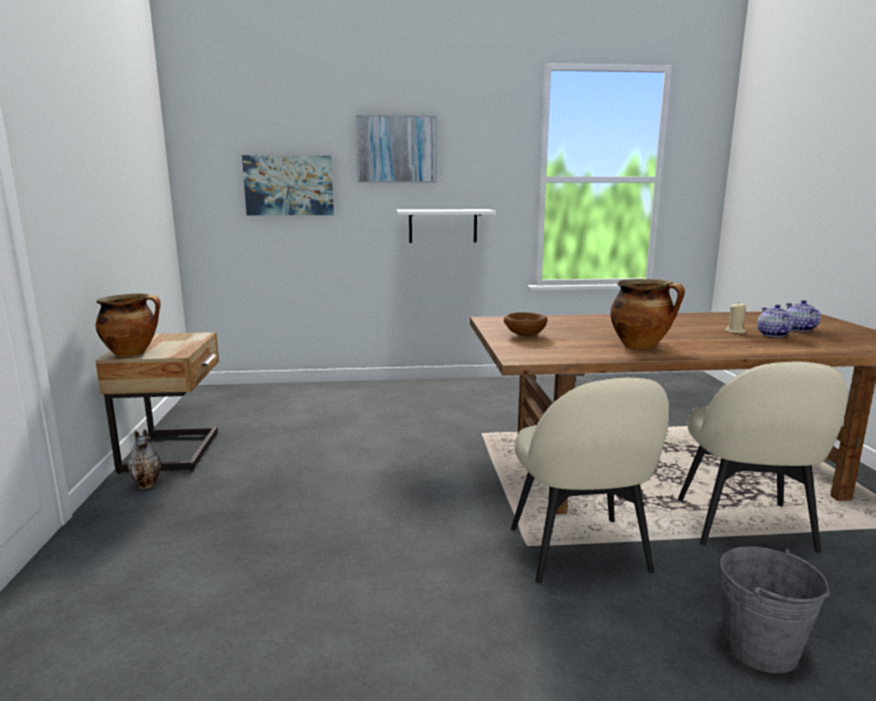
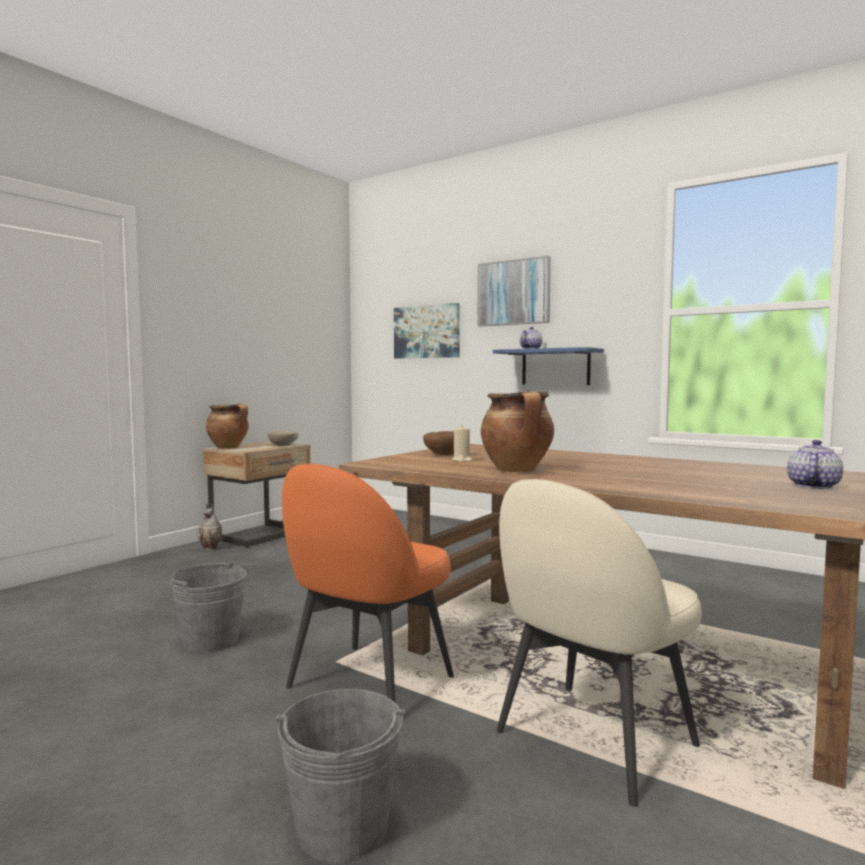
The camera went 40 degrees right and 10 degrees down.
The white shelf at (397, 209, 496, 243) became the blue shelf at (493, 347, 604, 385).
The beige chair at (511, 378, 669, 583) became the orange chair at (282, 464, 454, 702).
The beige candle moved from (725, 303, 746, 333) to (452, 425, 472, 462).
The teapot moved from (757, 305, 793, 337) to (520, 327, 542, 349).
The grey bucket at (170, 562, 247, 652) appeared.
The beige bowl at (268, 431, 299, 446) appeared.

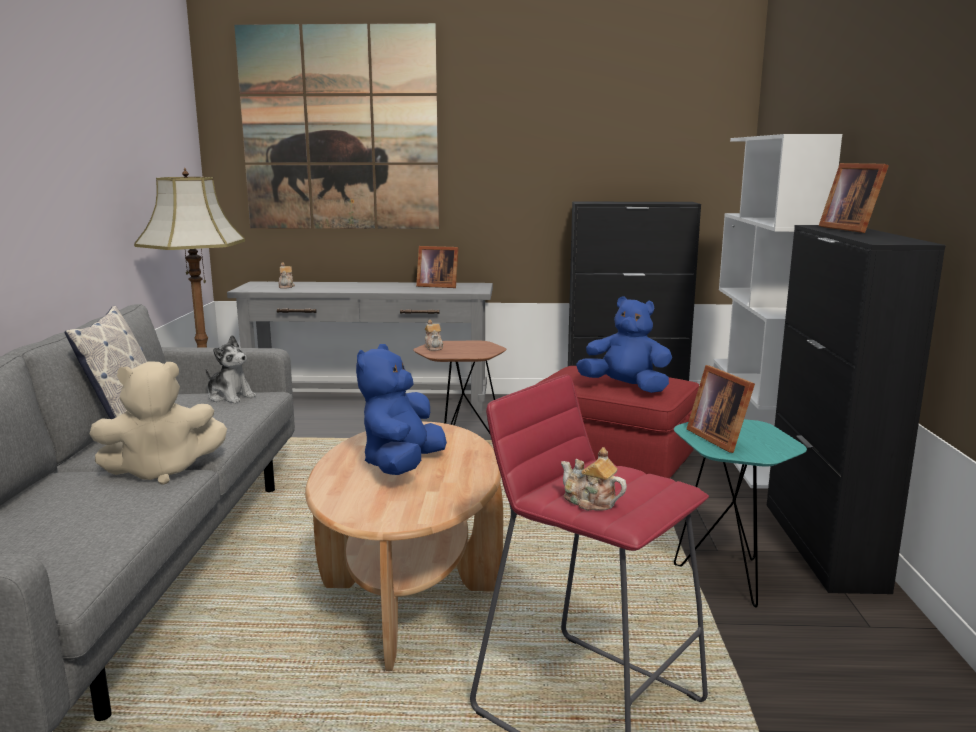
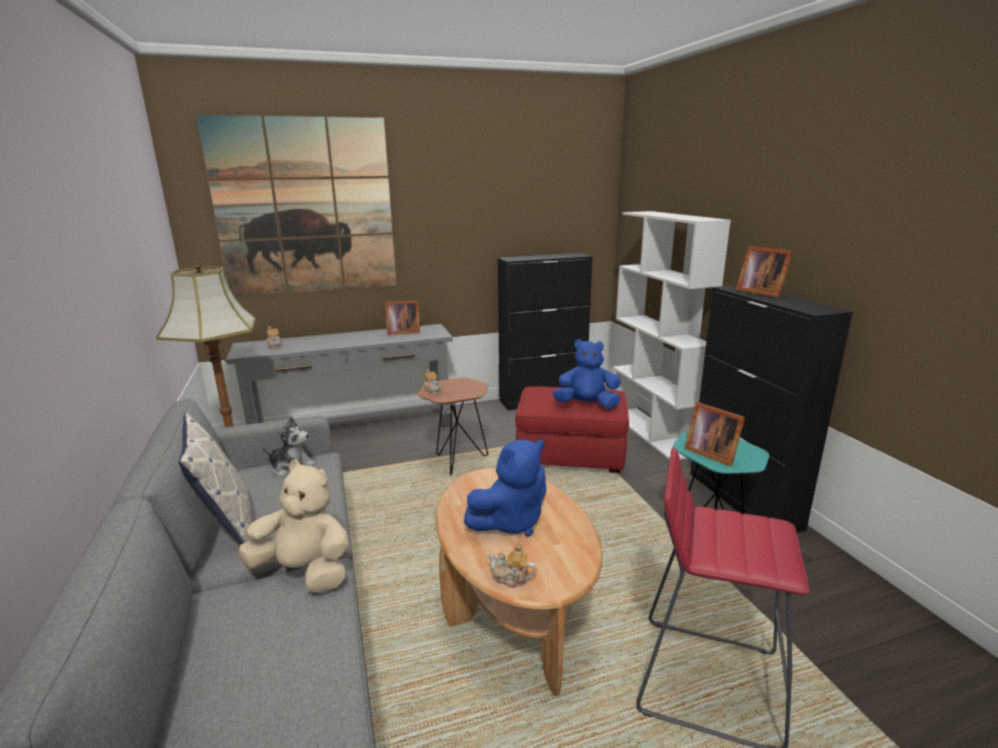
The camera went 20 degrees left and 5 degrees up.
The beige plush toy at (90, 362, 227, 485) turned 120 degrees counterclockwise.
The blue plush toy at (356, 344, 447, 475) turned 120 degrees counterclockwise.
The teapot moved from (561, 447, 627, 511) to (488, 544, 537, 588).

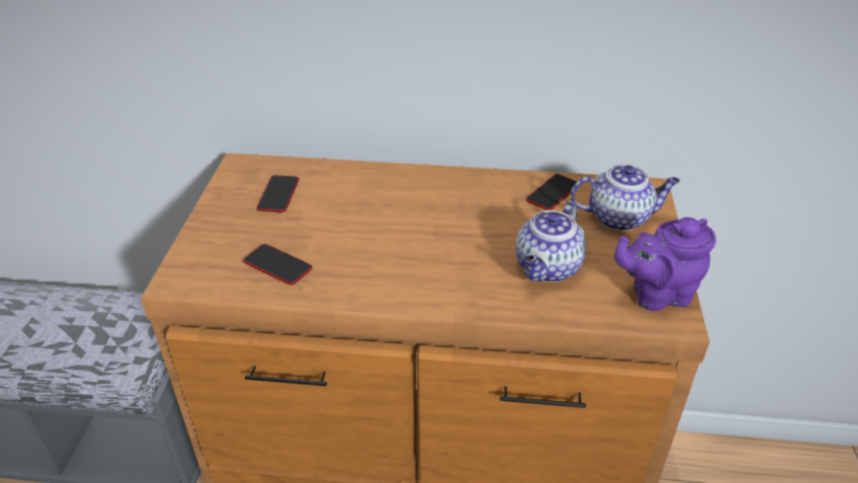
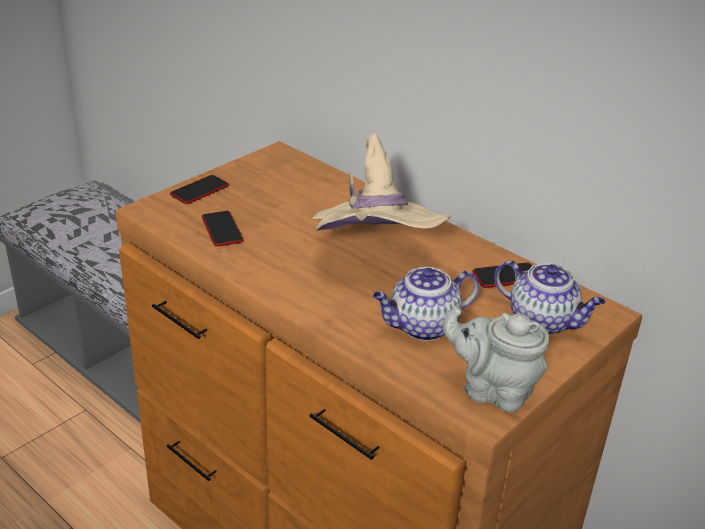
The camera went 35 degrees right and 5 degrees down.
The phone moved from (257, 175, 299, 212) to (170, 175, 229, 204).
The purple teapot at (614, 217, 716, 311) became the grey teapot at (442, 306, 549, 413).
The beige hat at (312, 133, 451, 231) appeared.

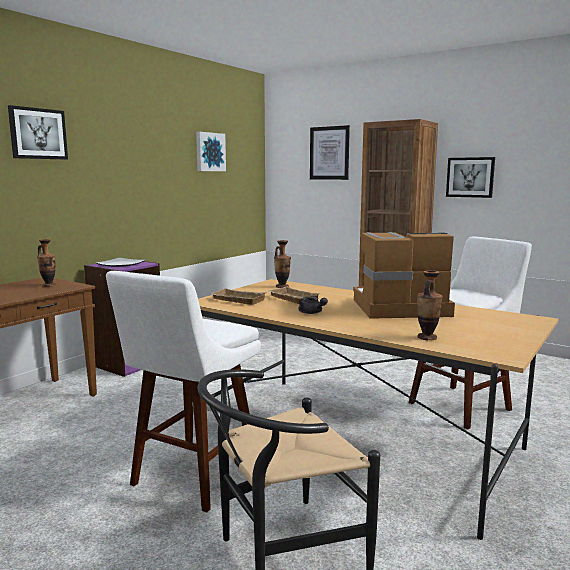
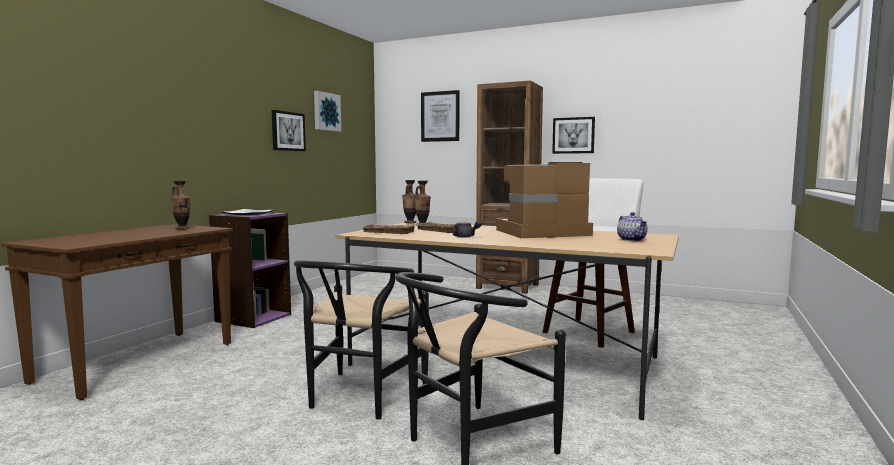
The camera went 10 degrees left and 5 degrees down.
The picture moved from (8, 105, 68, 160) to (272, 110, 306, 151).
The white stool at (106, 271, 261, 513) was replaced by the black chair at (294, 260, 429, 419).
The vase moved from (417, 270, 442, 340) to (402, 180, 416, 223).
The teapot at (617, 212, 647, 241) appeared.

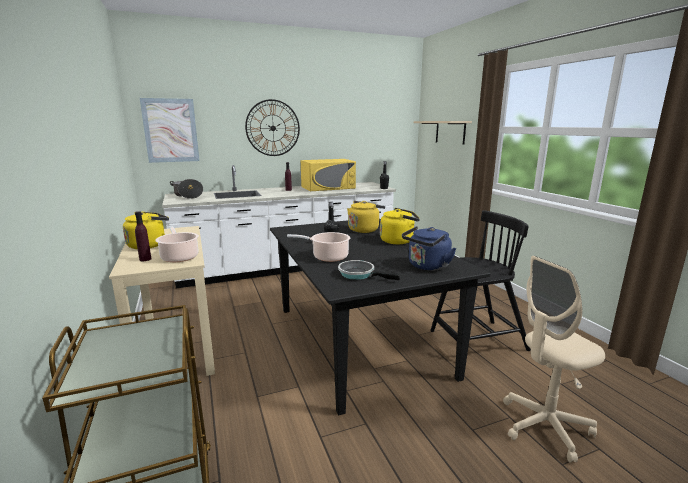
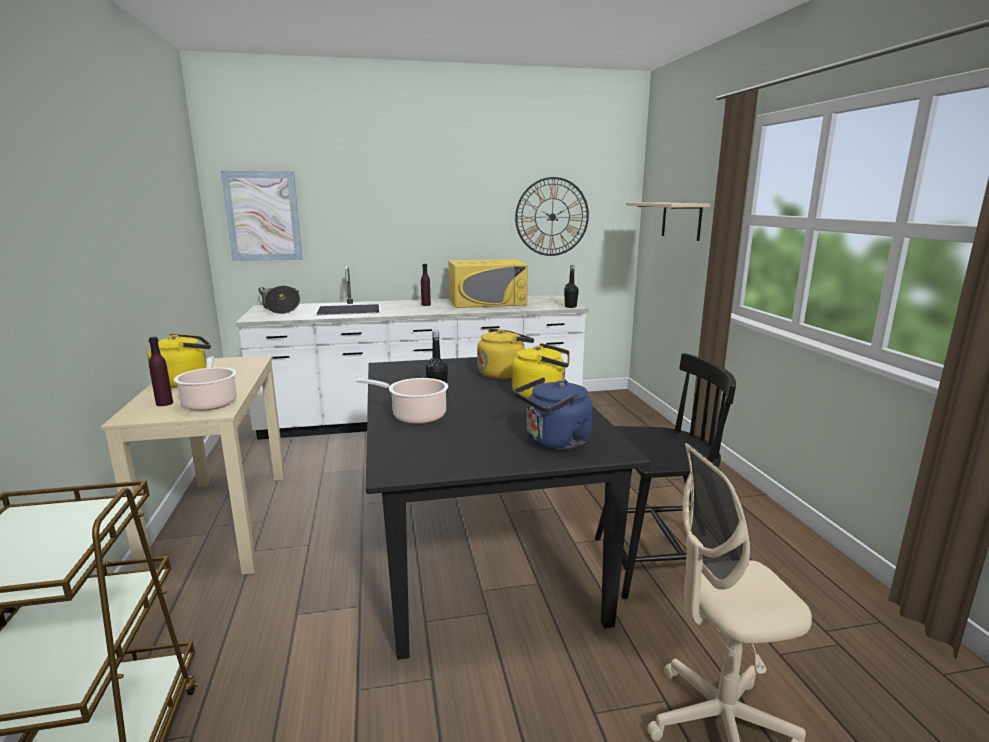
The camera went 10 degrees right and 0 degrees up.
The wall clock moved from (245, 99, 300, 156) to (515, 177, 589, 256).
The frying pan at (338, 260, 400, 281) disappeared.

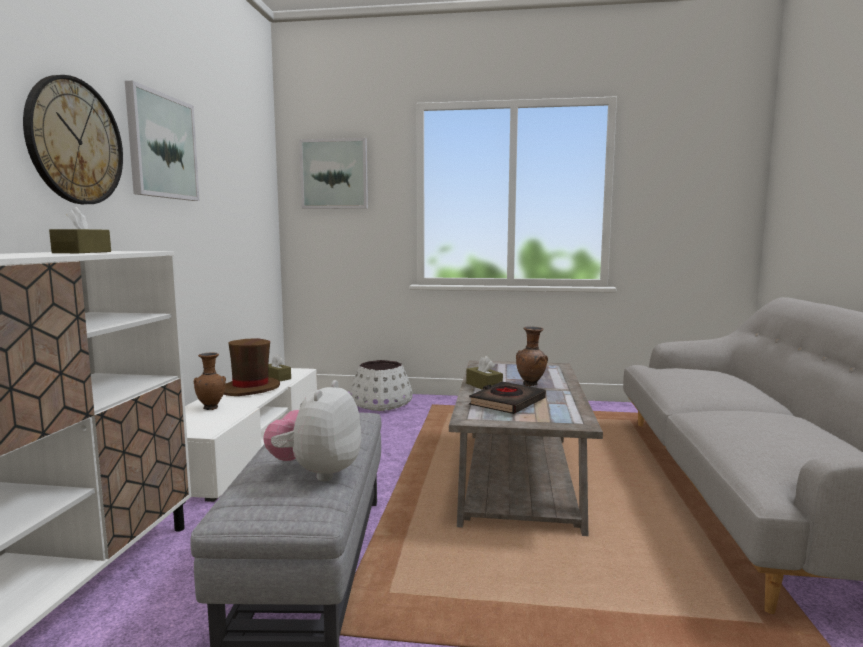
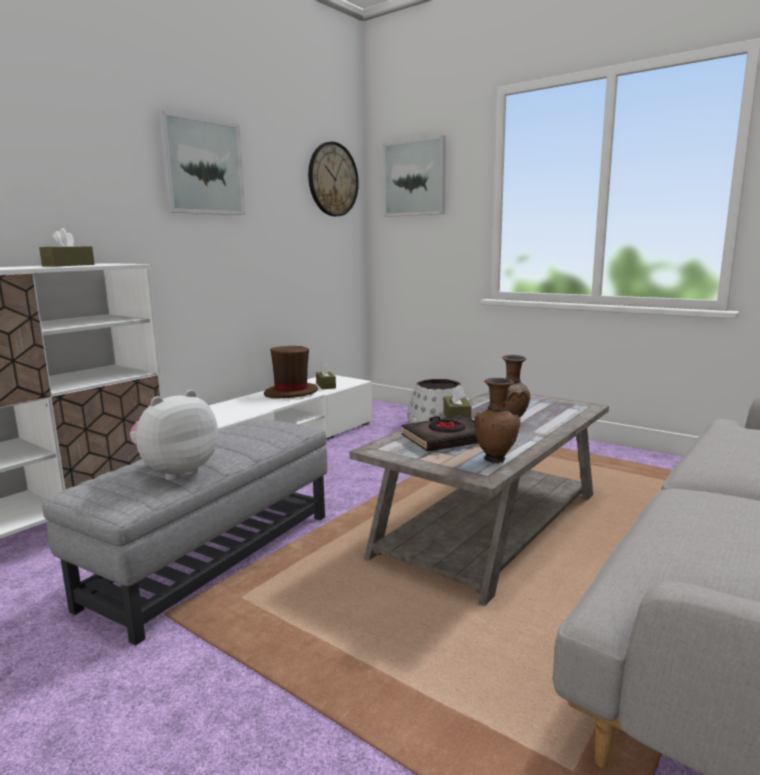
The camera went 30 degrees right and 5 degrees up.
The wall clock moved from (23, 75, 123, 204) to (308, 142, 359, 216).
The brown vase moved from (194, 353, 226, 410) to (475, 378, 520, 464).

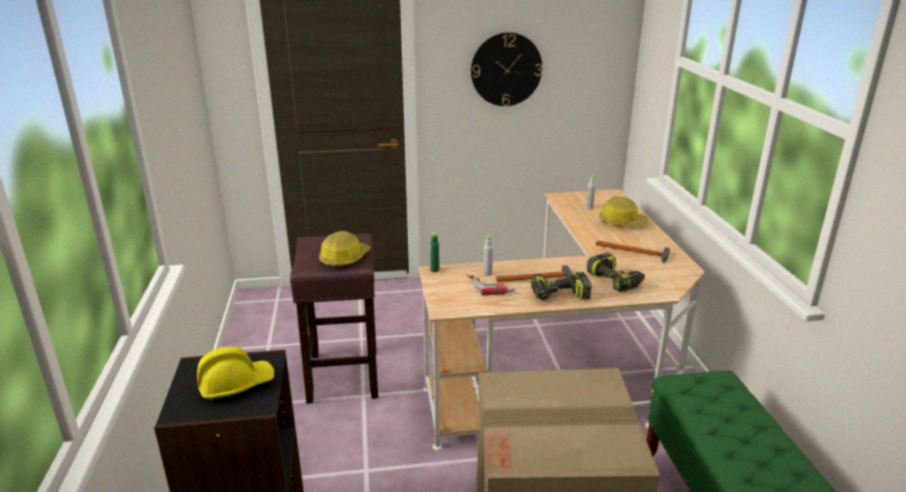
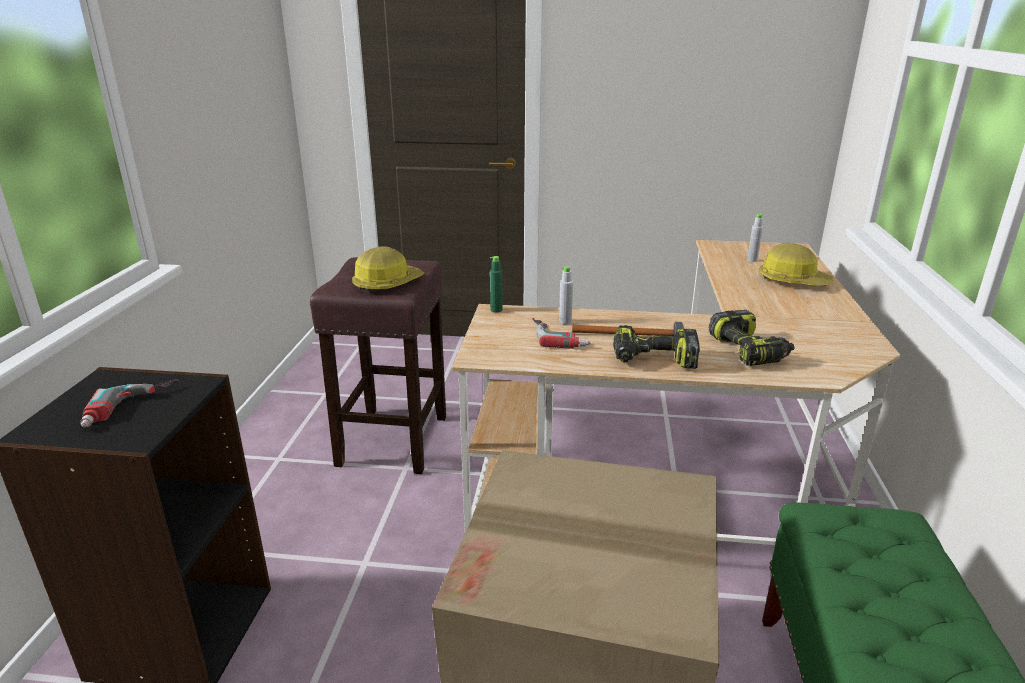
The camera went 15 degrees right and 0 degrees up.
The yellow hard hat at (197, 346, 274, 402) was replaced by the power drill at (80, 380, 179, 428).
The wall clock at (471, 32, 542, 106) disappeared.
The hammer at (596, 240, 670, 263) disappeared.

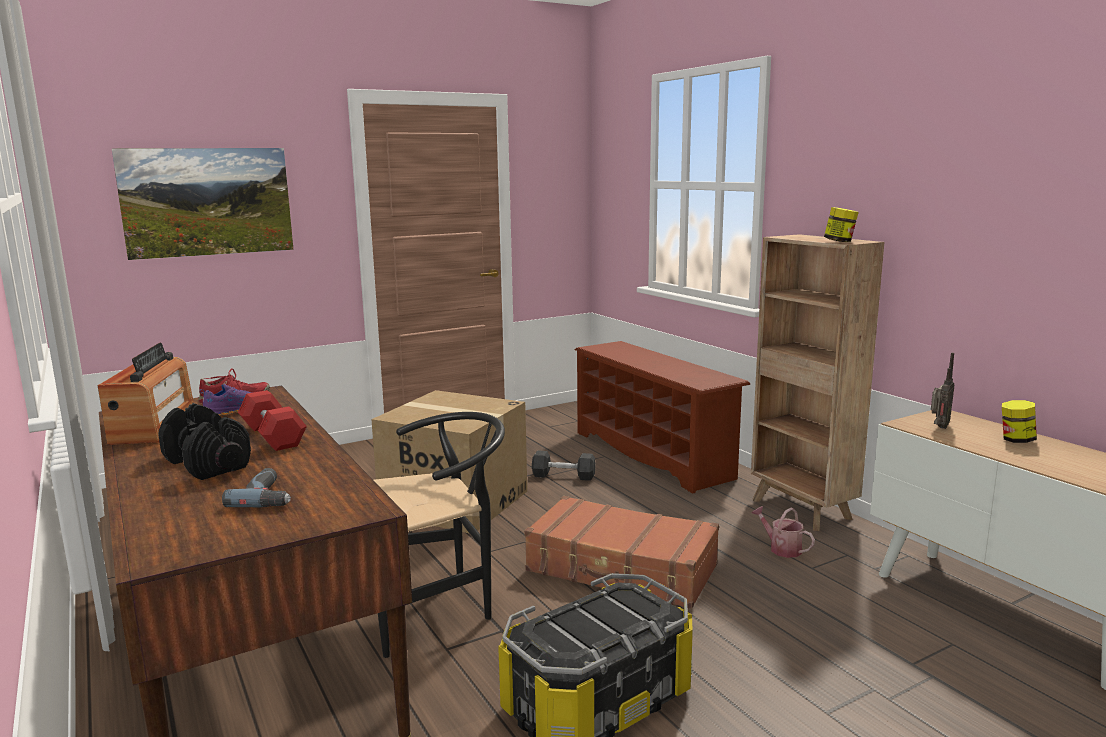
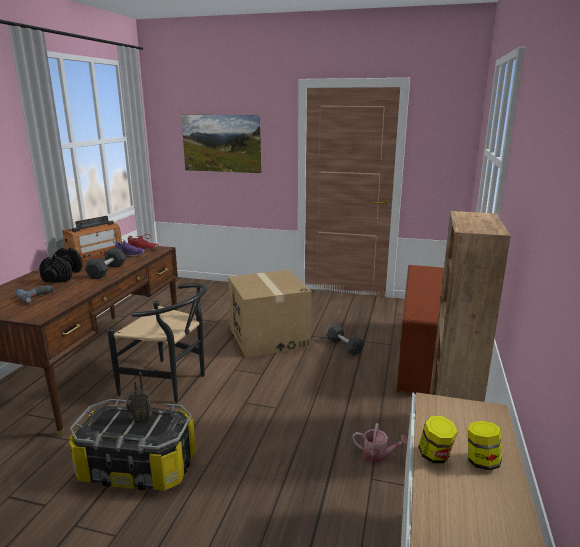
The camera went 45 degrees right and 5 degrees up.
The red dumbbell at (238, 390, 307, 451) became the grey dumbbell at (84, 248, 126, 279).
The brown suitcase at (524, 496, 719, 609) disappeared.
The watering can at (752, 506, 815, 558) turned 105 degrees clockwise.
The jar moved from (824, 207, 859, 242) to (418, 416, 458, 463).
The radio moved from (931, 353, 955, 429) to (126, 372, 152, 423).

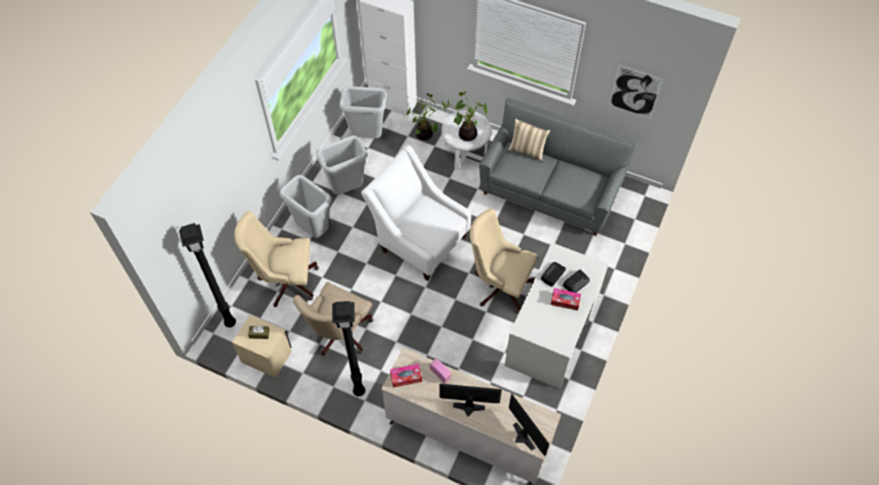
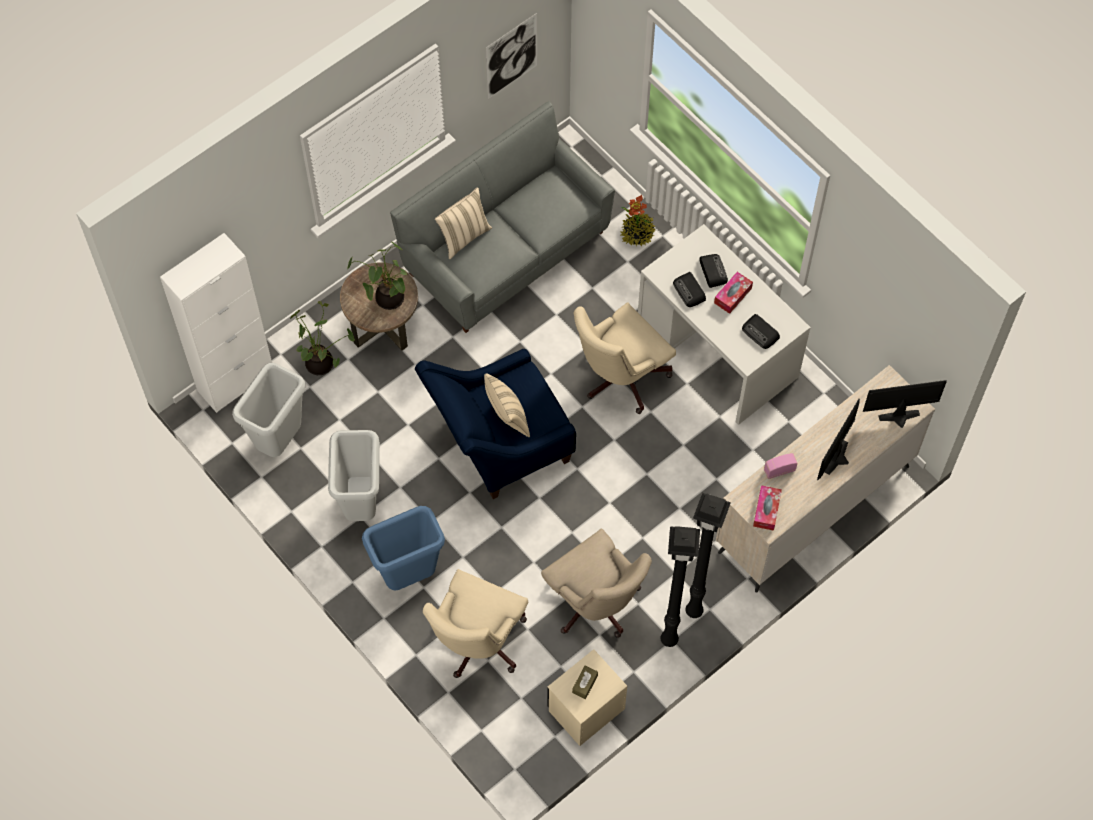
The camera went 65 degrees left and 5 degrees up.
The black floor lamp moved from (179, 223, 236, 327) to (661, 526, 700, 647).
The grey trash can at (280, 175, 331, 238) became the blue trash can at (362, 506, 445, 591).
The white armchair at (361, 145, 471, 281) became the blue armchair at (415, 349, 576, 499).
The white side table at (442, 110, 491, 170) became the brown side table at (340, 262, 418, 351).
The beige pillow at (484, 373, 530, 437) appeared.
The potted plant at (620, 195, 656, 246) appeared.
The radio at (742, 314, 780, 349) appeared.

